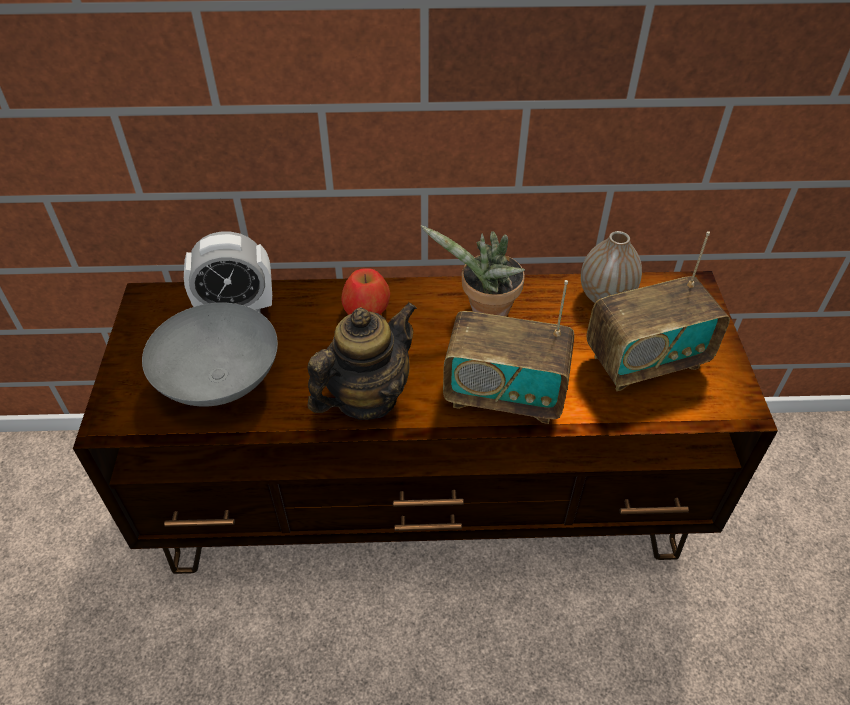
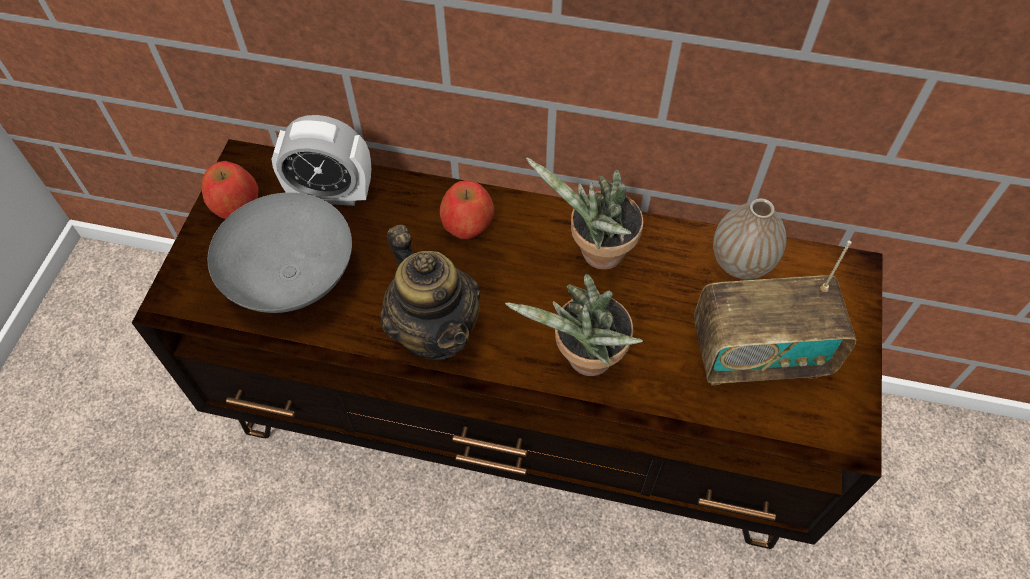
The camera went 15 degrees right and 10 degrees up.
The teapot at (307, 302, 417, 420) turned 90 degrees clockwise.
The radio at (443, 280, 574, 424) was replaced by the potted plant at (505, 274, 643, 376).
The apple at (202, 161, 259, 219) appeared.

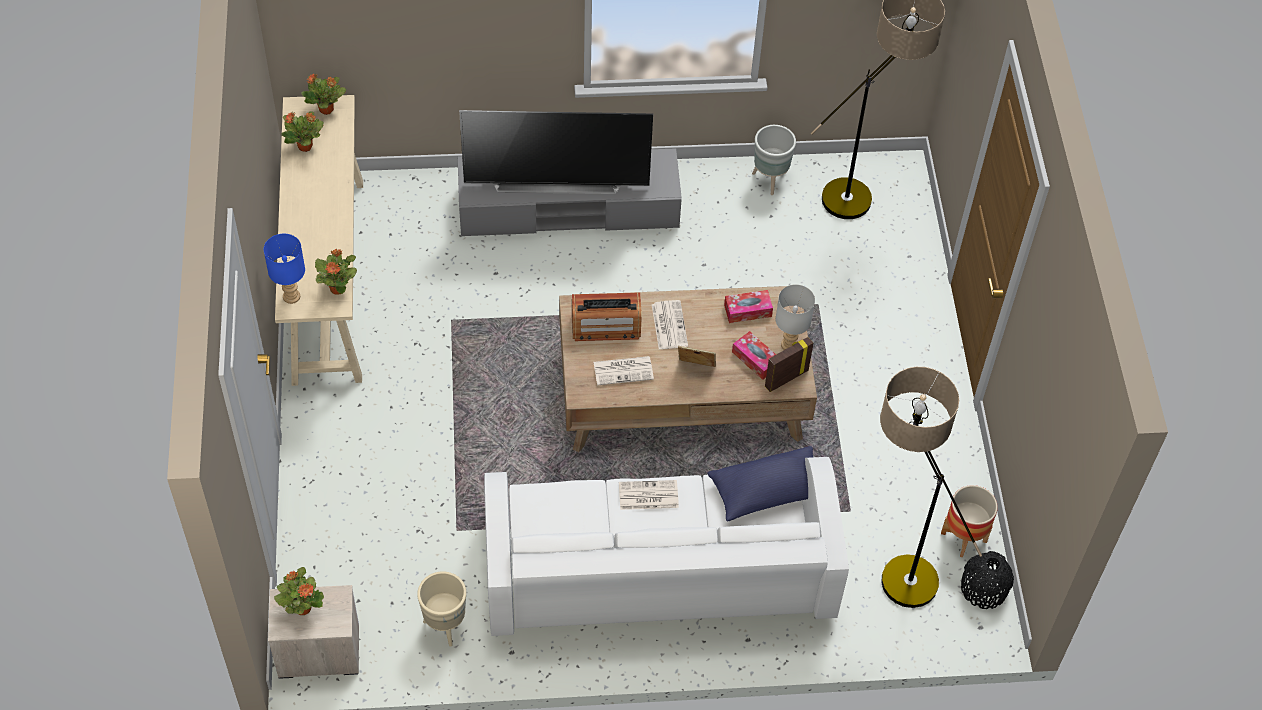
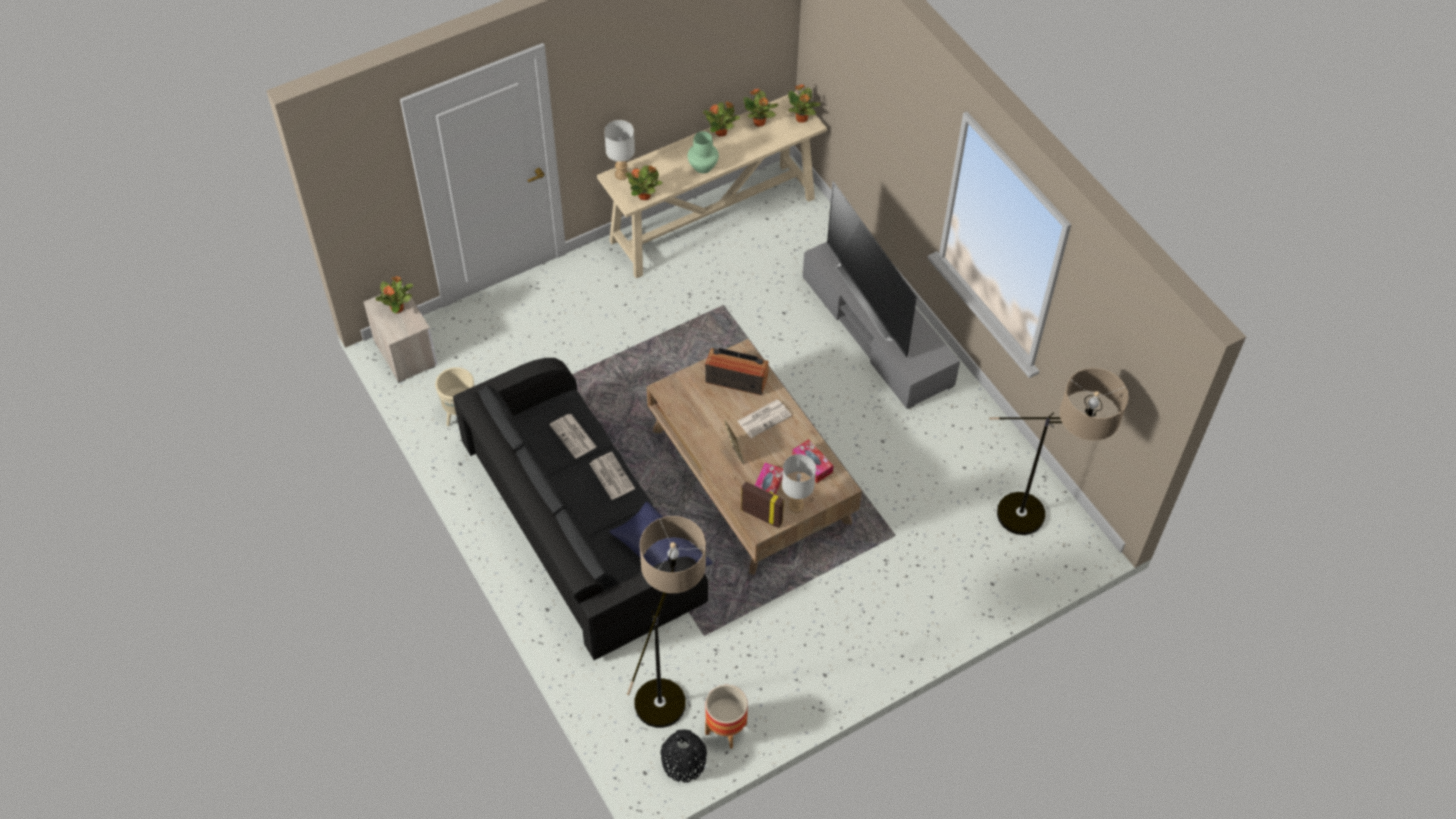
The camera went 65 degrees right and 0 degrees up.
The blue table lamp at (264, 234, 305, 304) became the grey table lamp at (604, 120, 635, 180).
The white sofa at (484, 457, 849, 636) became the black sofa at (453, 358, 708, 660).
The radio at (572, 292, 642, 341) turned 135 degrees clockwise.
The newspaper moved from (594, 356, 654, 385) to (550, 414, 596, 458).
The grey planter at (752, 125, 796, 195) disappeared.
The green vase at (688, 131, 719, 173) appeared.
The potted plant at (703, 102, 740, 136) appeared.

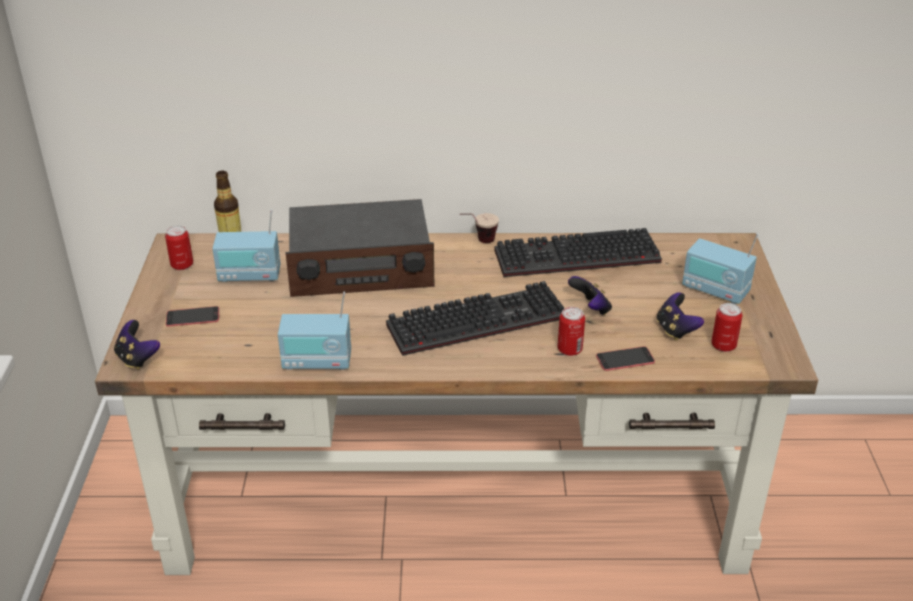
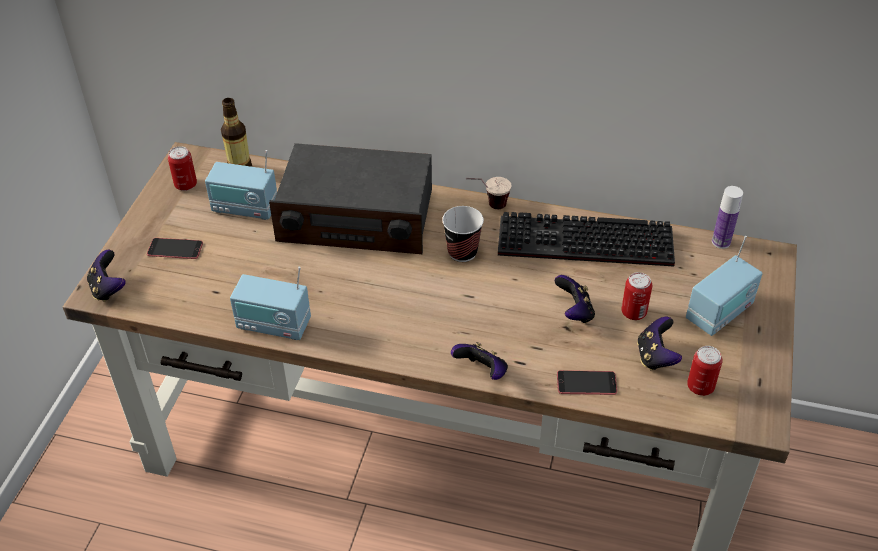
The camera went 15 degrees right and 10 degrees up.
The keyboard at (386, 281, 564, 356) disappeared.
The can moved from (558, 307, 585, 356) to (621, 272, 652, 320).
The radio at (682, 233, 759, 304) turned 90 degrees counterclockwise.
The cup at (442, 206, 484, 262) appeared.
The game controller at (451, 342, 508, 380) appeared.
The bottle at (712, 186, 743, 249) appeared.

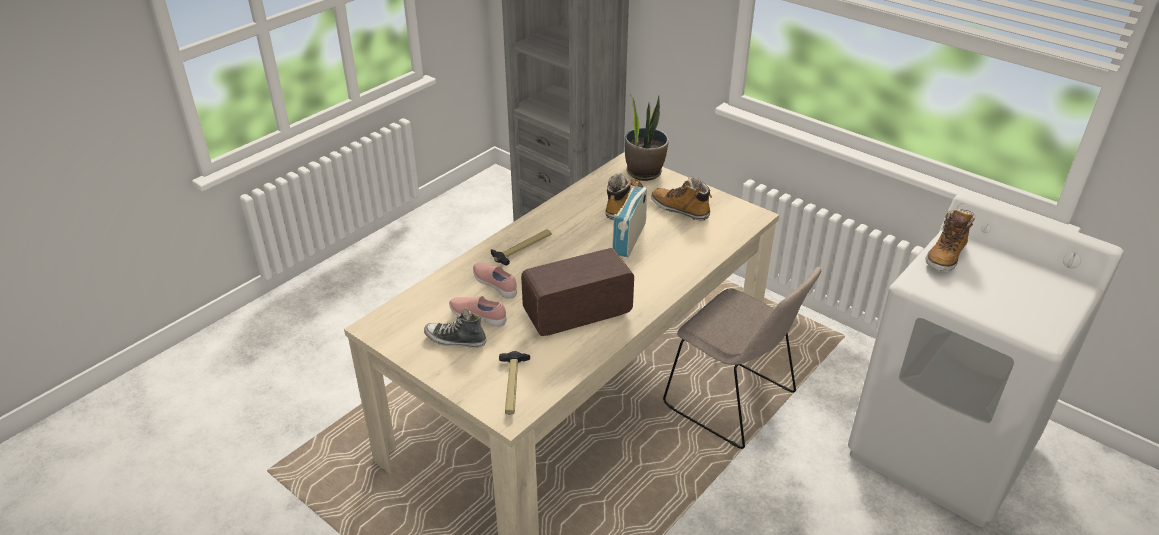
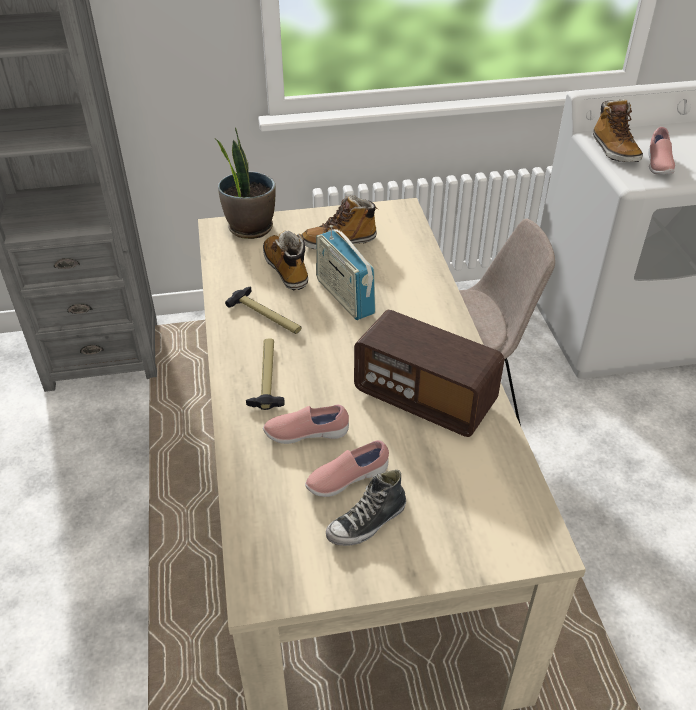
The camera went 50 degrees left and 5 degrees up.
The hammer moved from (499, 351, 530, 414) to (225, 287, 302, 334).
The radio at (521, 248, 634, 336) turned 75 degrees counterclockwise.
The pink shoe at (648, 127, 675, 175) appeared.

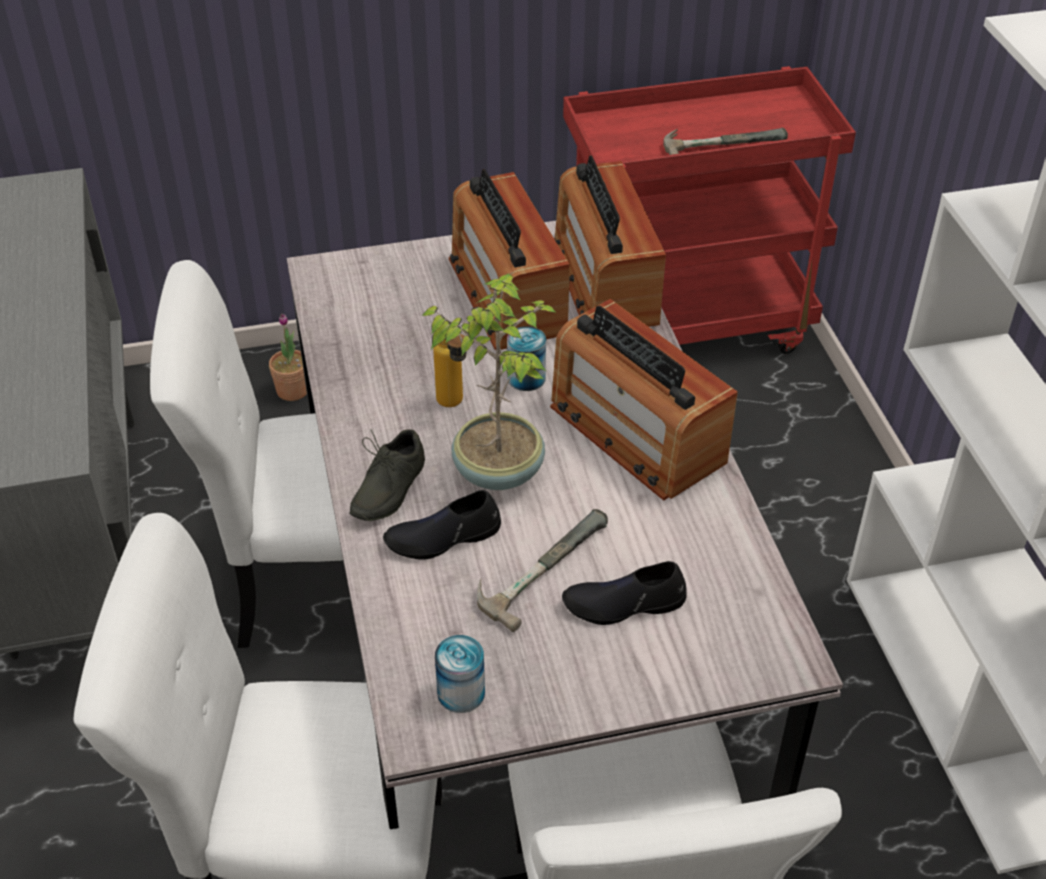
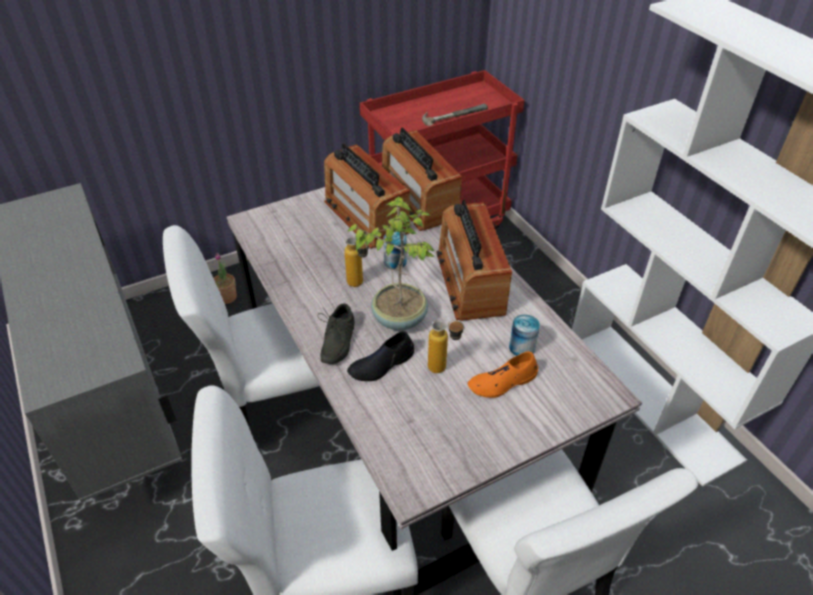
The camera went 15 degrees left and 0 degrees up.
The can moved from (435, 635, 485, 713) to (509, 314, 540, 356).
The hammer at (477, 509, 608, 632) was replaced by the bottle at (428, 320, 464, 373).
The radio at (550, 299, 738, 500) turned 45 degrees clockwise.
The black shoe at (562, 561, 687, 625) became the orange shoe at (468, 352, 538, 398).

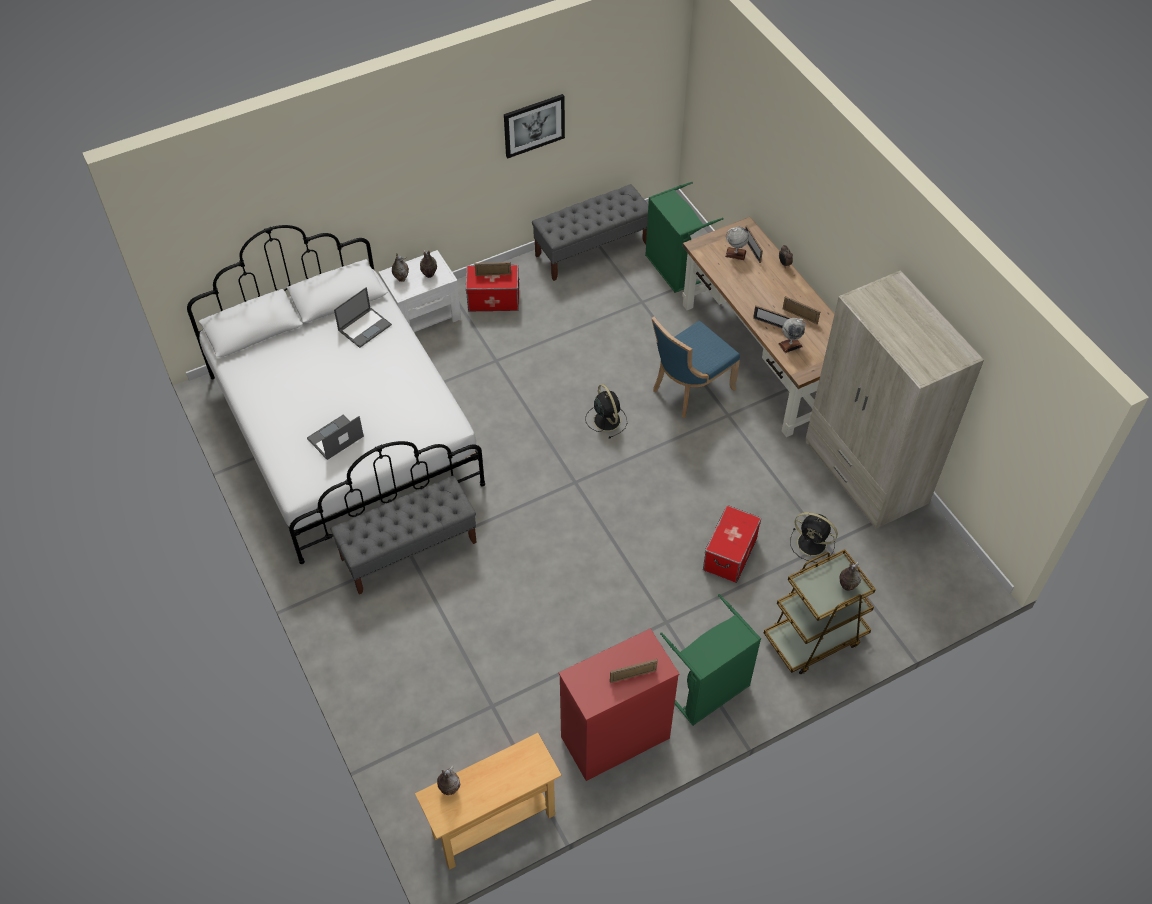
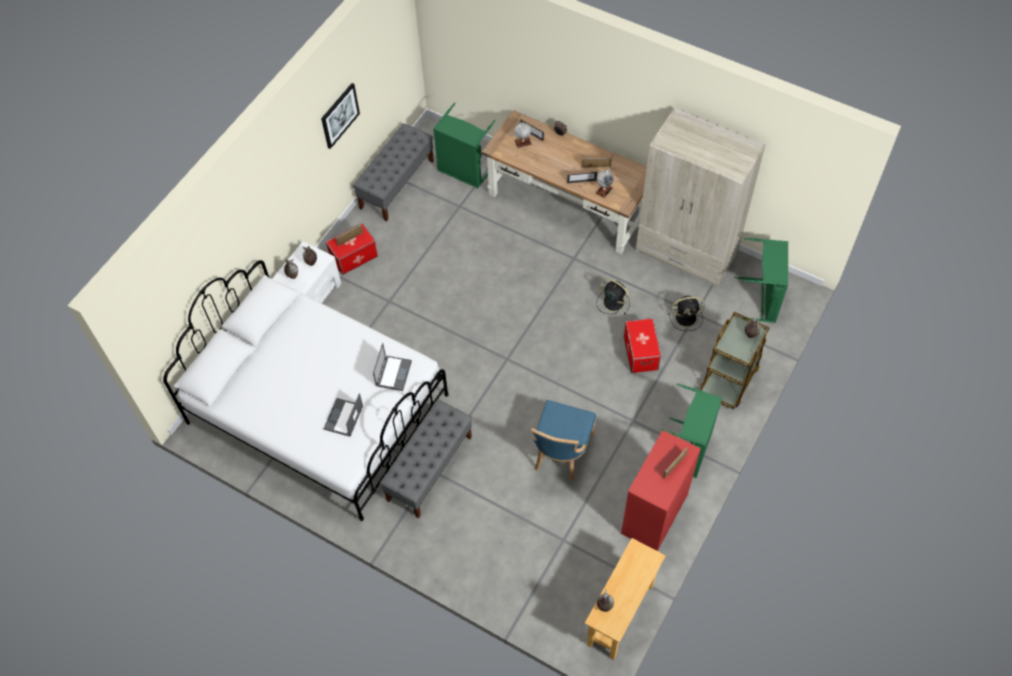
The camera went 30 degrees left and 5 degrees up.
The laptop moved from (334, 287, 392, 348) to (373, 343, 412, 391).
The black fan moved from (585, 384, 627, 439) to (597, 279, 630, 314).
The blue chair moved from (652, 317, 740, 418) to (531, 400, 596, 481).
The green laundry basket at (734, 238, 788, 323) appeared.

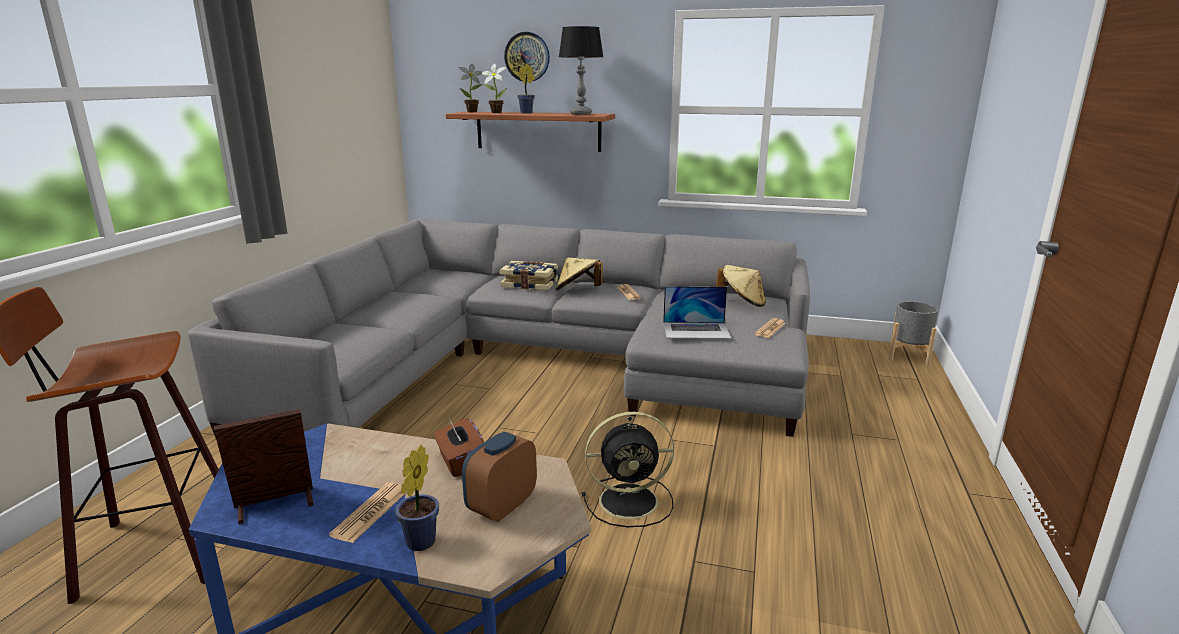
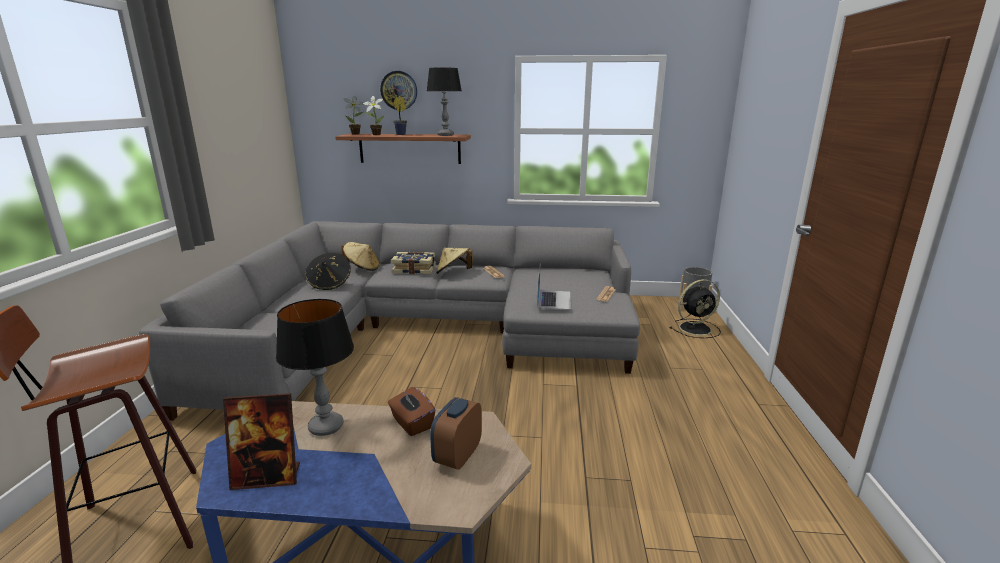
The camera went 10 degrees left and 0 degrees up.
The picture frame at (214, 409, 313, 524) turned 150 degrees counterclockwise.
The newspaper at (329, 482, 407, 543) disappeared.
The potted plant at (395, 445, 439, 551) disappeared.
The black fan moved from (582, 412, 674, 527) to (670, 279, 721, 338).
The laptop at (663, 286, 732, 339) turned 75 degrees counterclockwise.
The beige hat moved from (716, 265, 766, 307) to (341, 242, 380, 271).
The table lamp at (276, 299, 354, 436) appeared.
The black hat at (305, 253, 351, 290) appeared.

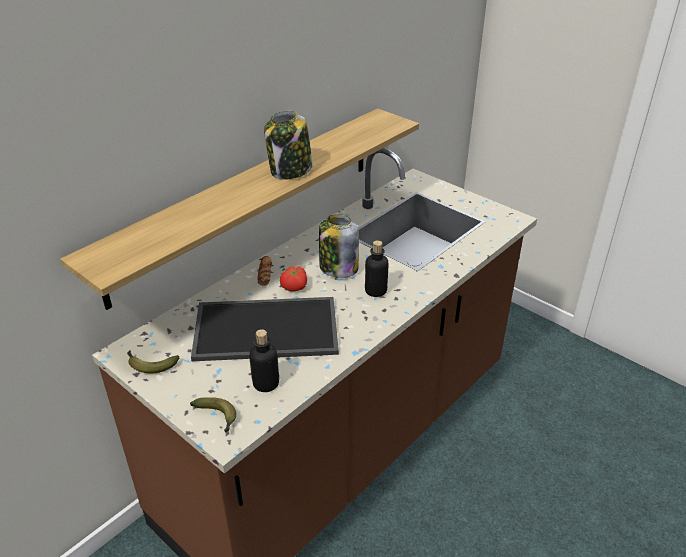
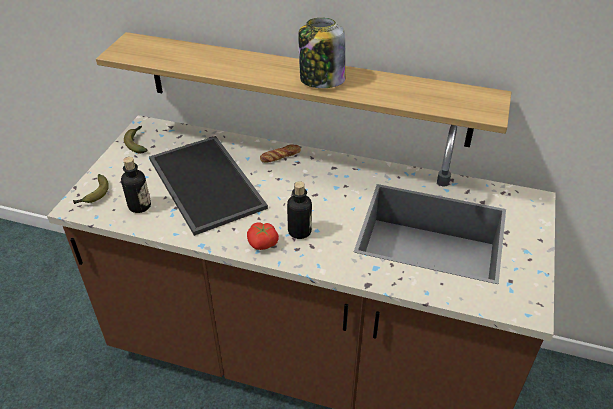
The camera went 65 degrees right and 5 degrees up.
The tomato moved from (280, 266, 307, 292) to (247, 222, 279, 250).
The jar at (319, 214, 359, 278) disappeared.

